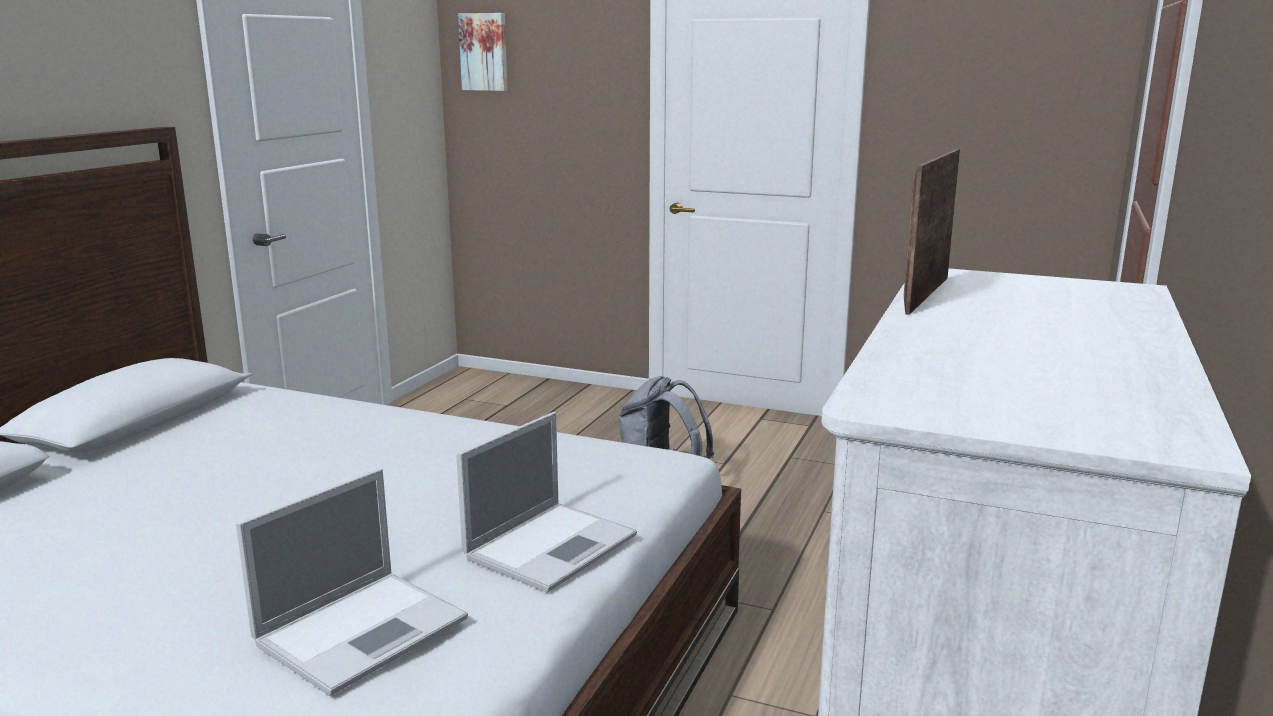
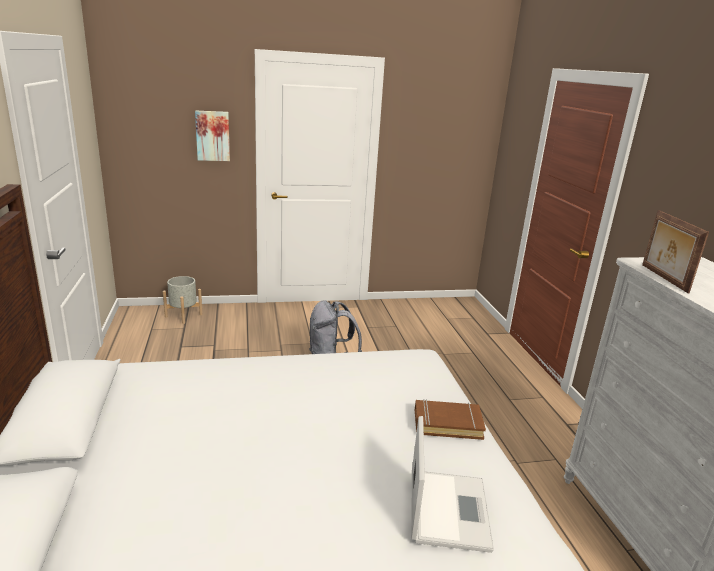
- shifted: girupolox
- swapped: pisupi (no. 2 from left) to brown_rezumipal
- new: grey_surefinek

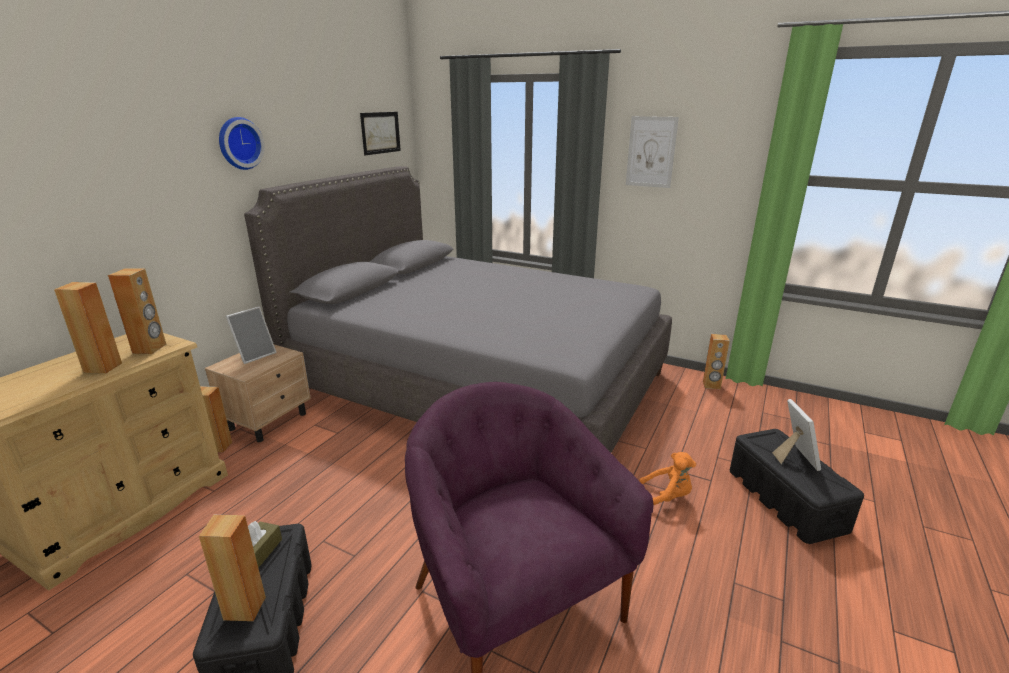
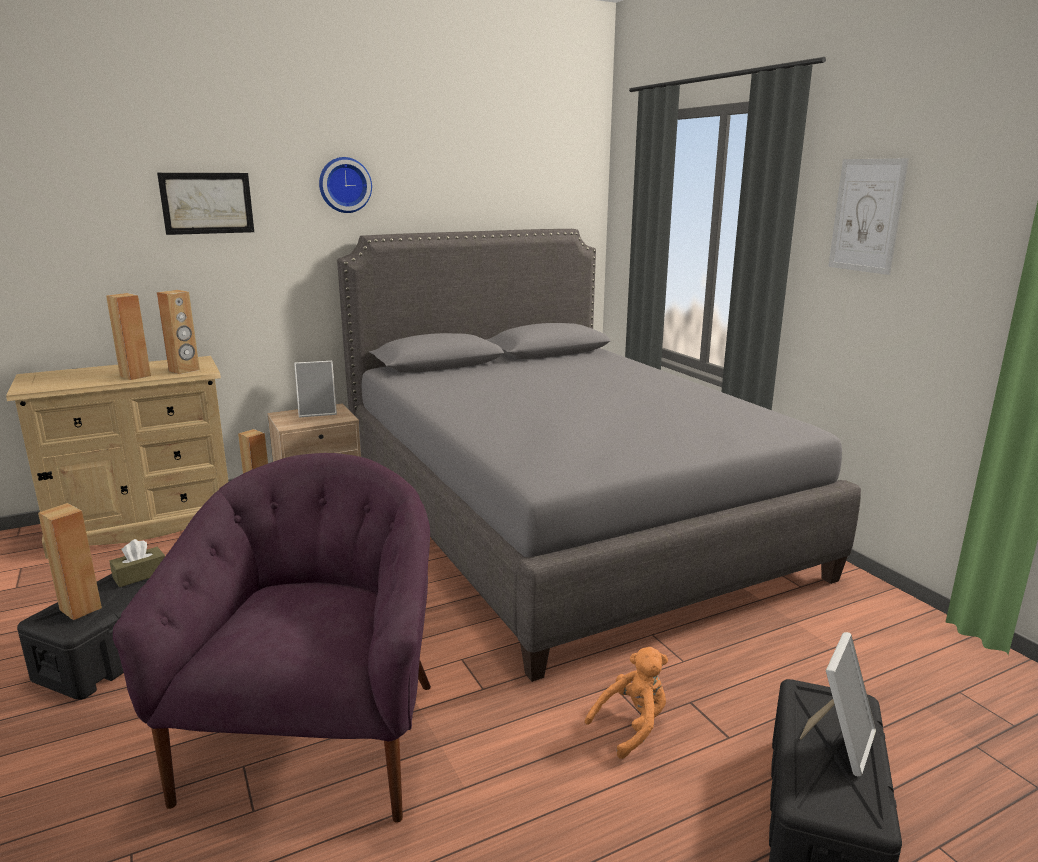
- shifted: girupolox (no. 1 from left)
- gone: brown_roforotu (no. 5 from left)
- rotated: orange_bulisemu 75 degrees counterclockwise

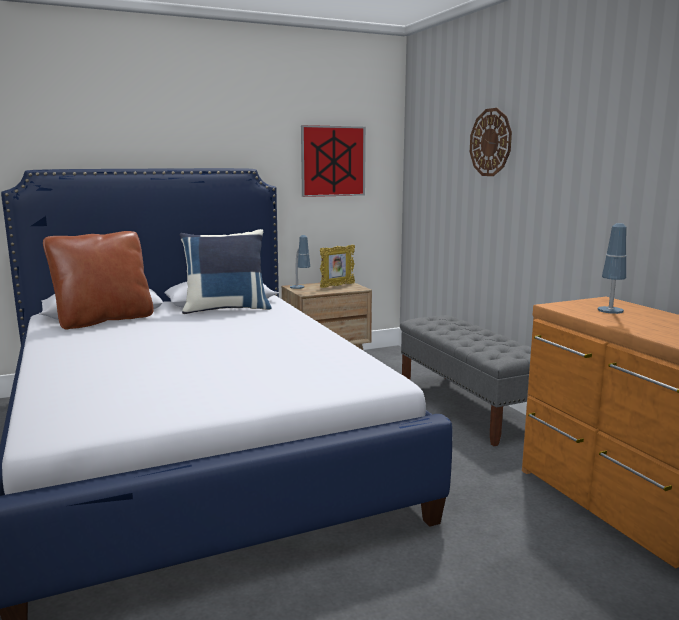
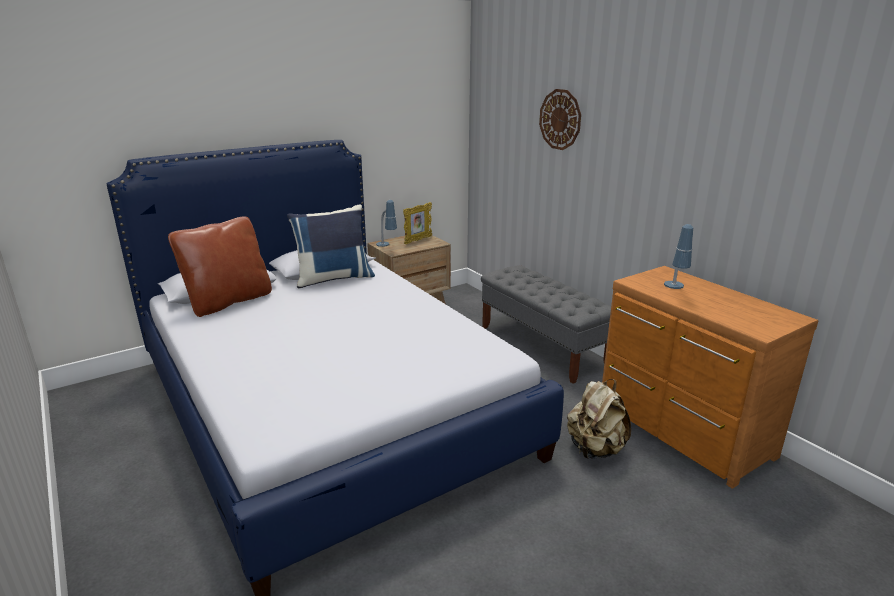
- gone: girupolox
- new: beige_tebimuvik

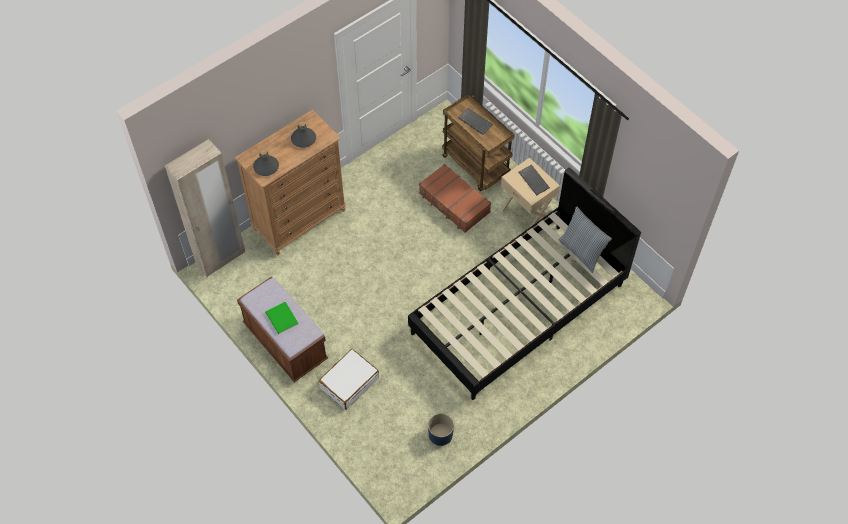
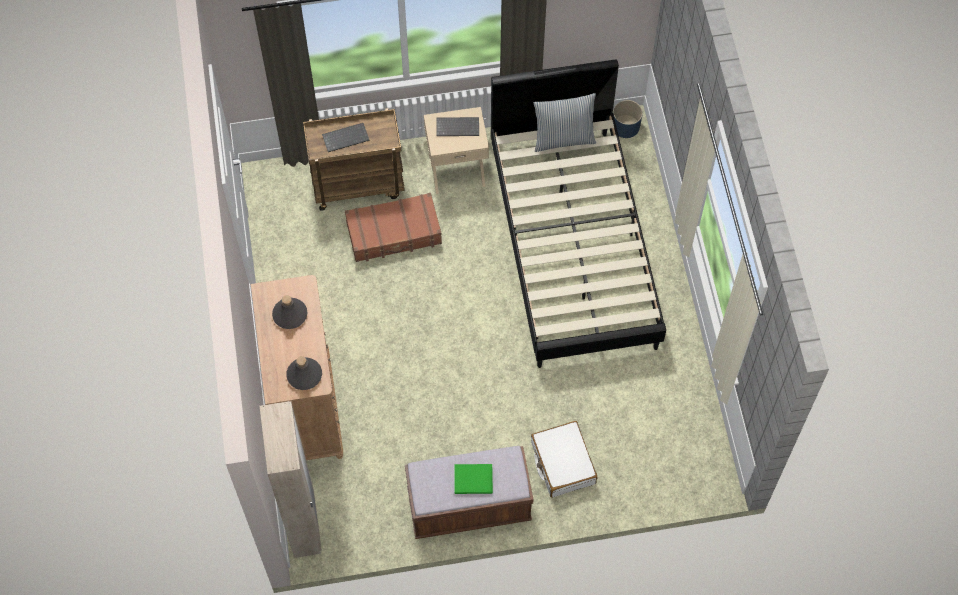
- shifted: blue_surefinek

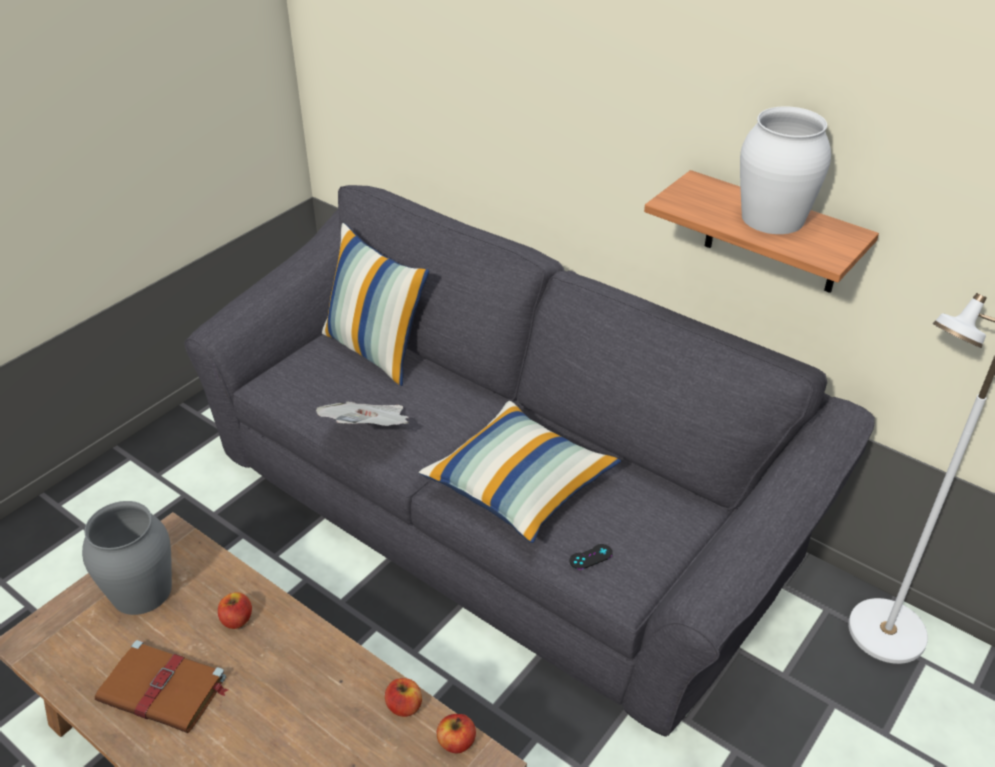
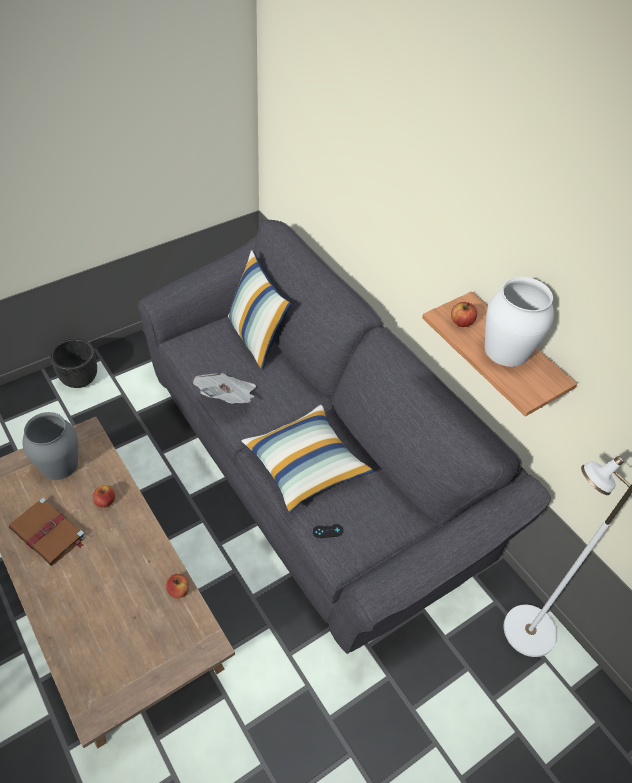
- shifted: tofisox (no. 3 from left)
- new: black_surefinek

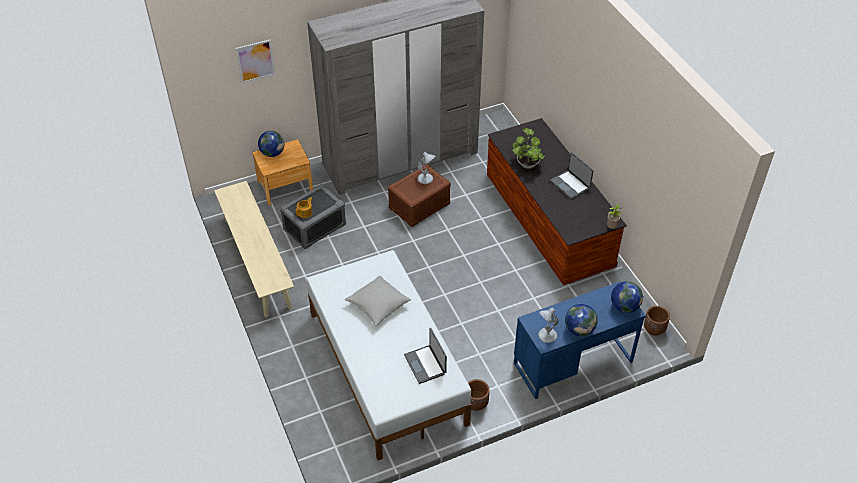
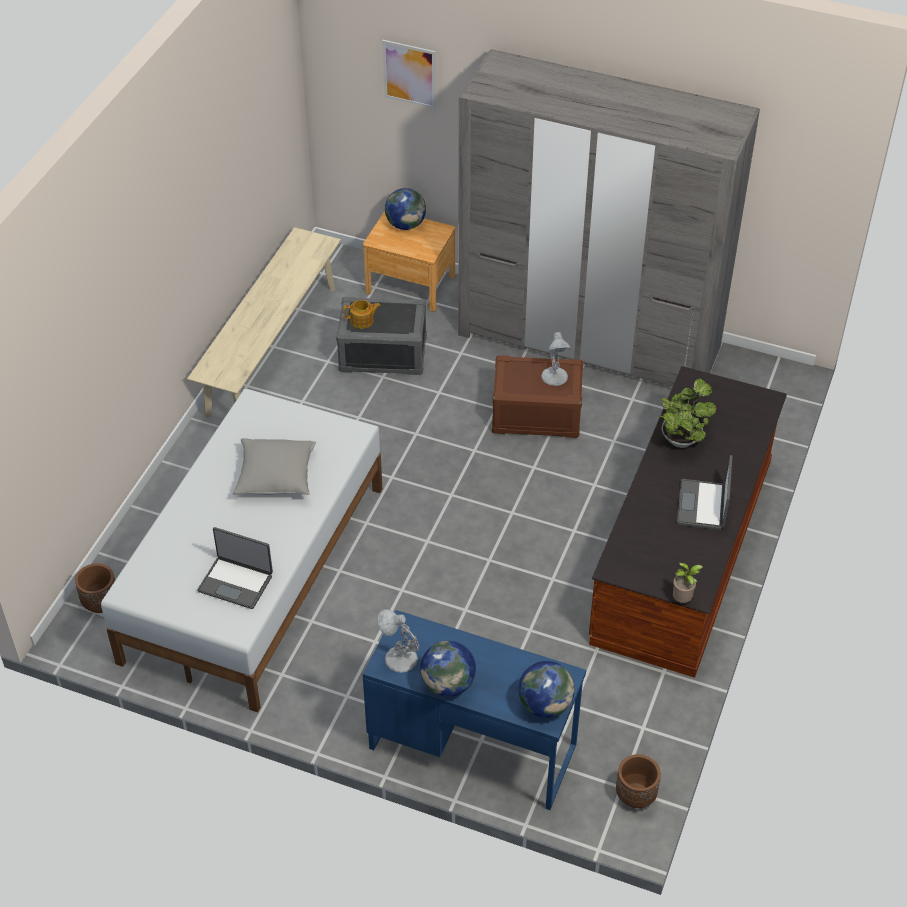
- rotated: pisupi (no. 1 from left) 90 degrees counterclockwise
- shifted: brown_surefinek (no. 1 from left)

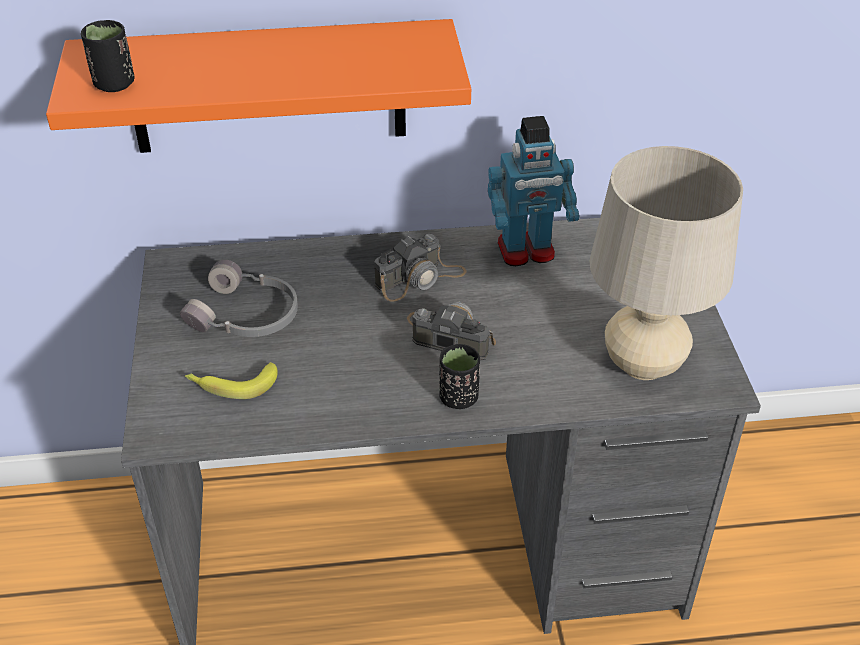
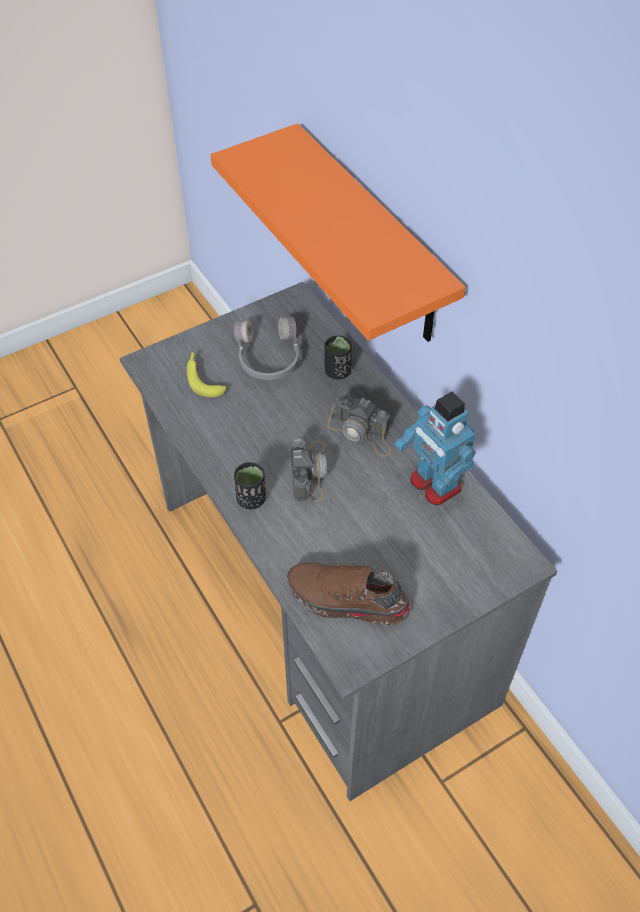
- shifted: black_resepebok (no. 1 from left in the first image) to black_resepebok (no. 2 from left)
- swapped: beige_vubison to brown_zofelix

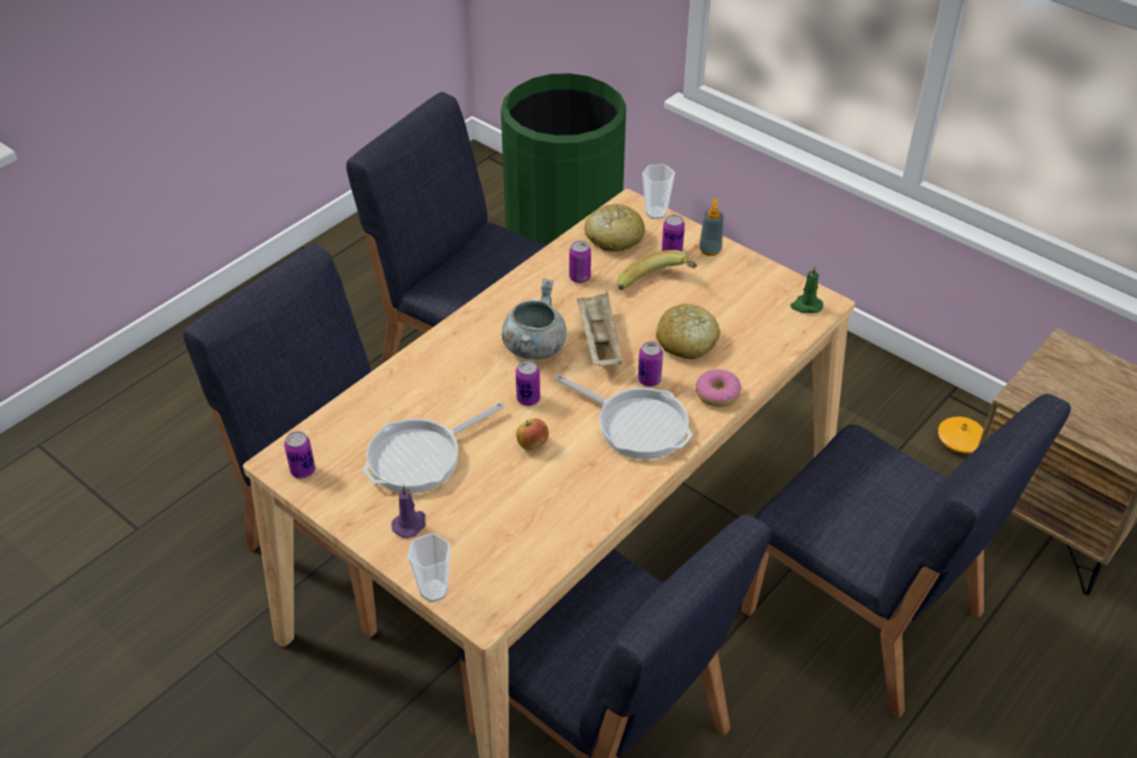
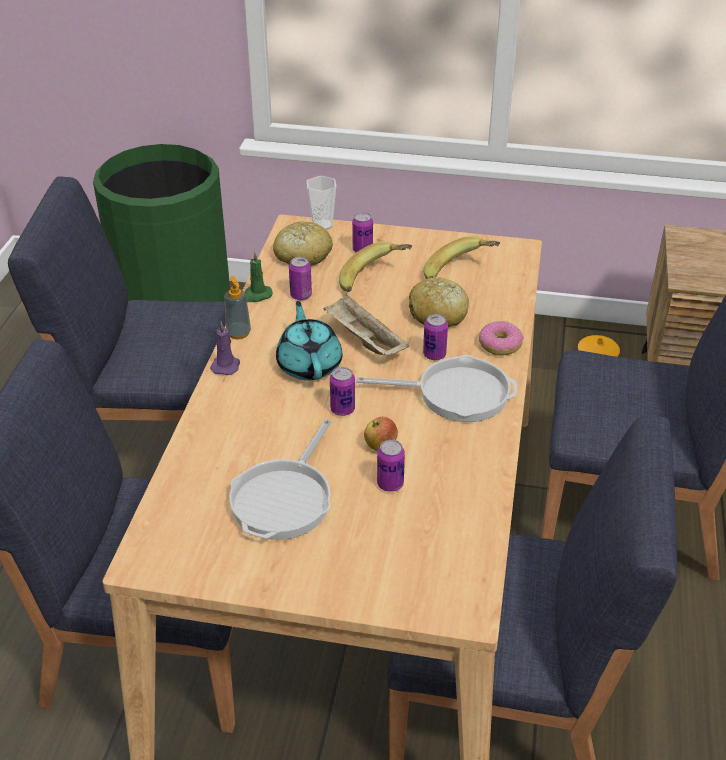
- shifted: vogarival
- shifted: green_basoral
- swapped: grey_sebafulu to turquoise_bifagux
- shifted: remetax (no. 1 from left in the first image) to remetax (no. 4 from left)
- shifted: purple_basoral
- gone: resepebok (no. 1 from left)
- new: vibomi (no. 2 from left)

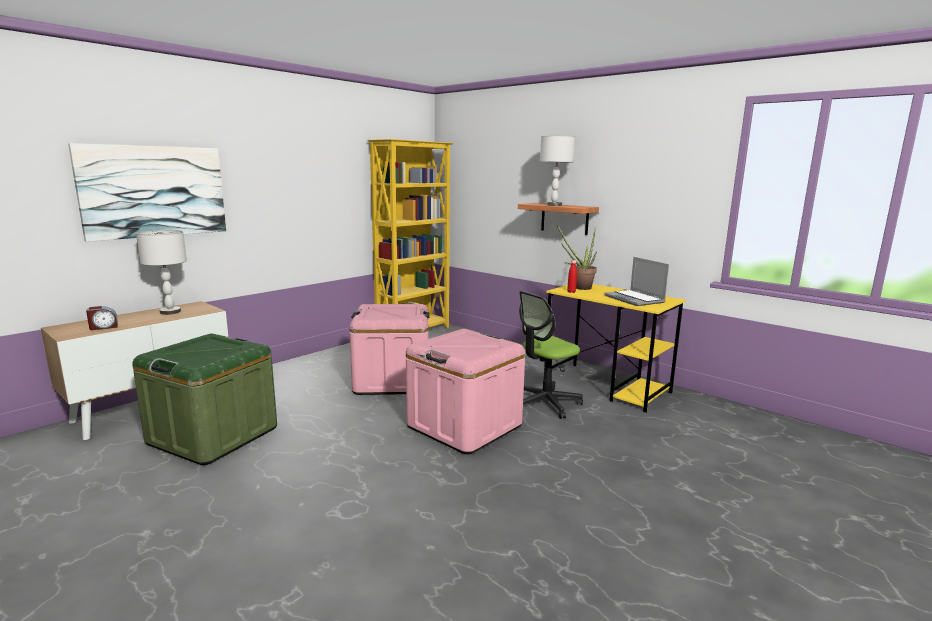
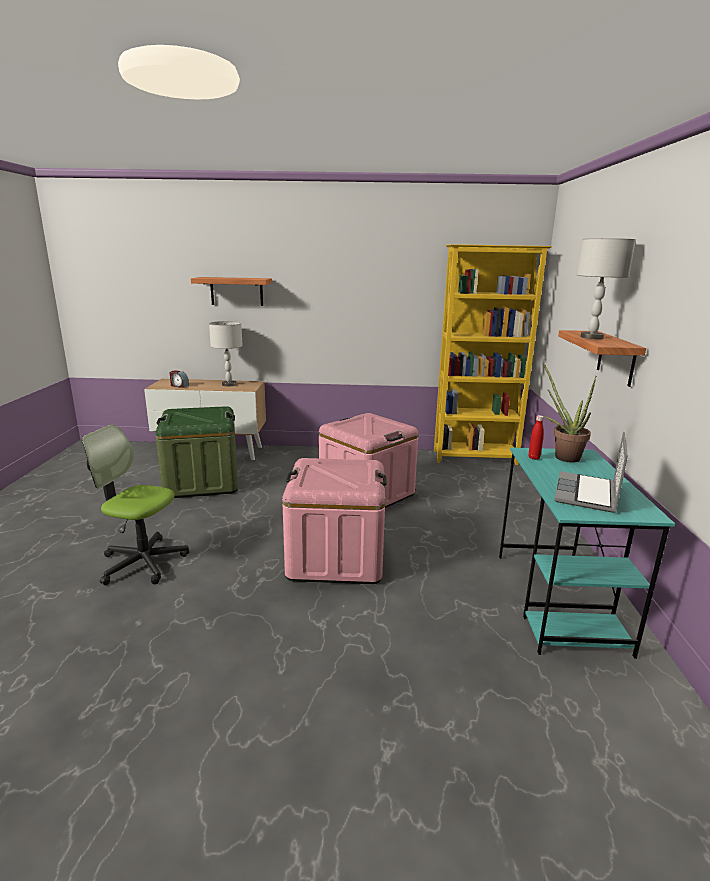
- swapped: girupolox to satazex (no. 1 from left)
- repainted: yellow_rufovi to turquoise_rufovi
- shifted: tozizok

